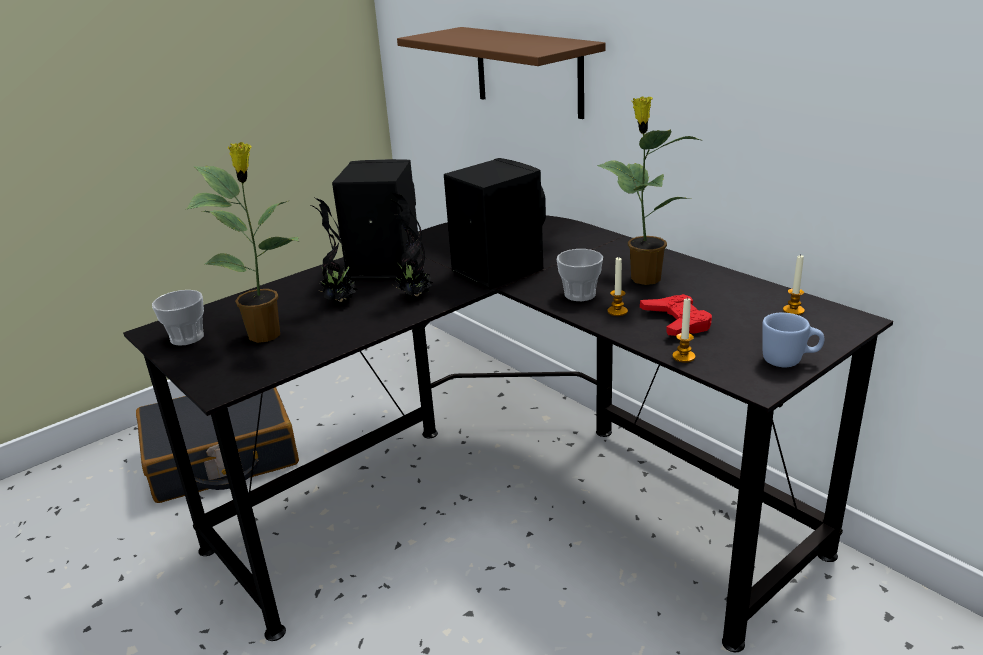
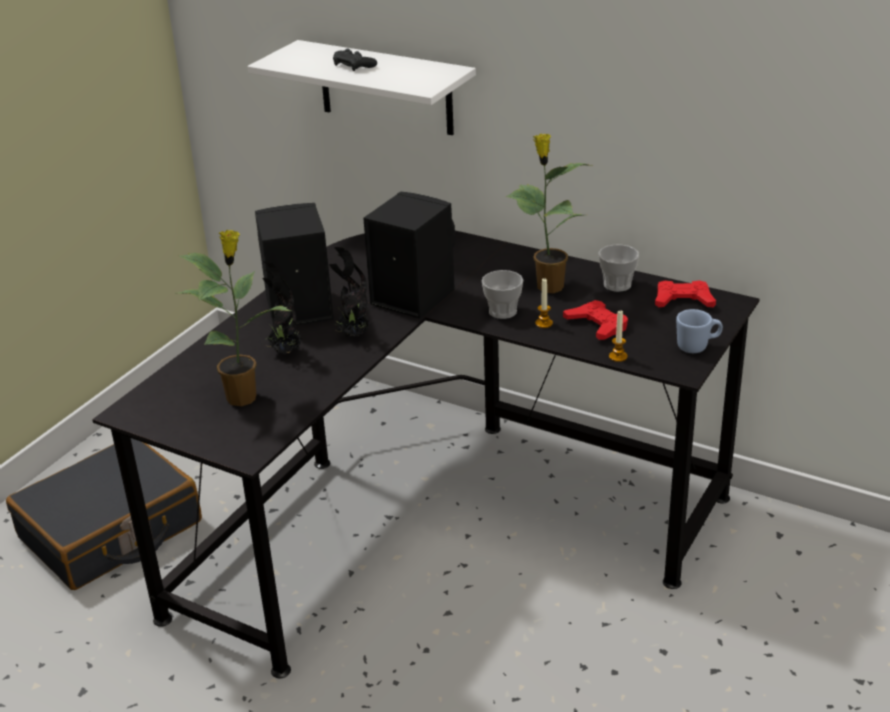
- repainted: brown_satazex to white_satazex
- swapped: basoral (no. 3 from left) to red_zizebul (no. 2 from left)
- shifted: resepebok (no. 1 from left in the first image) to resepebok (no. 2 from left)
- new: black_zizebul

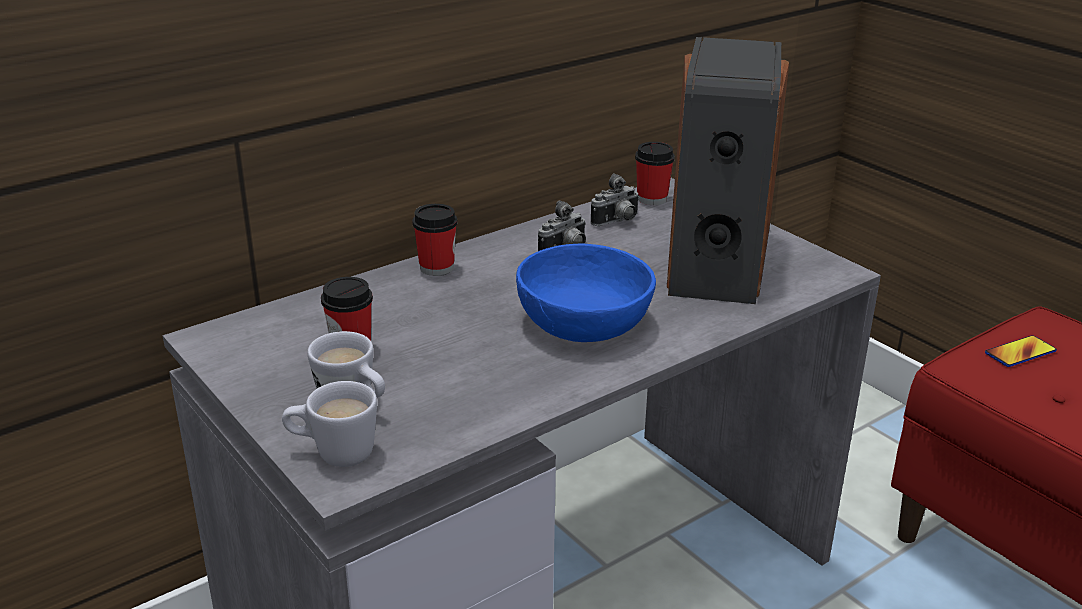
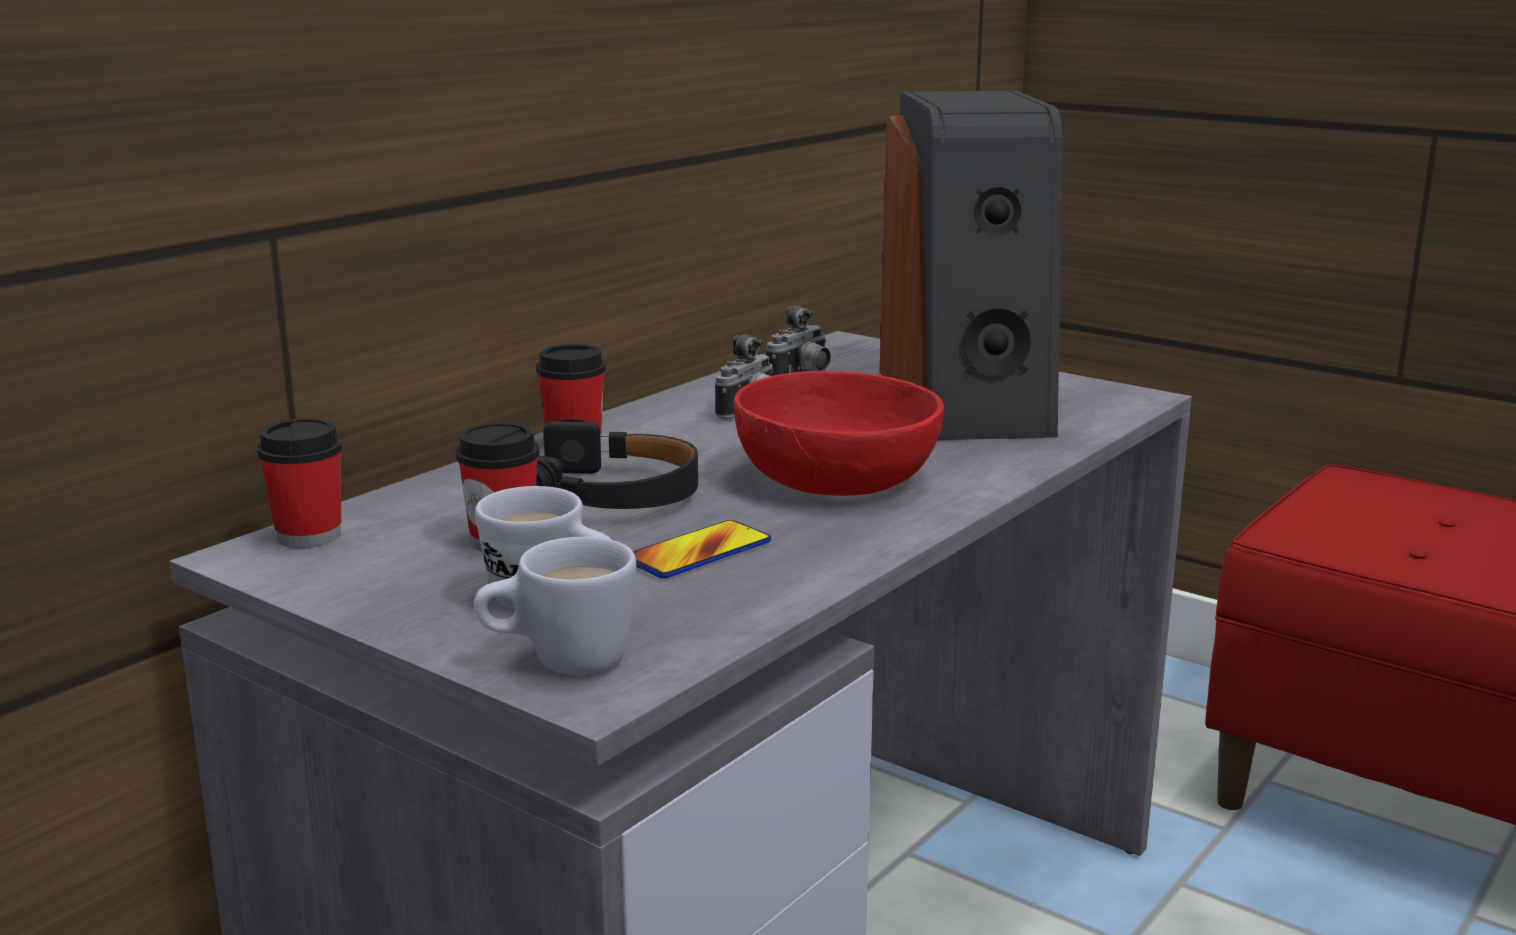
- shifted: resepebok (no. 3 from left in the first image) to resepebok (no. 1 from left)
- repainted: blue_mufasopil to red_mufasopil
- shifted: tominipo
- new: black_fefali

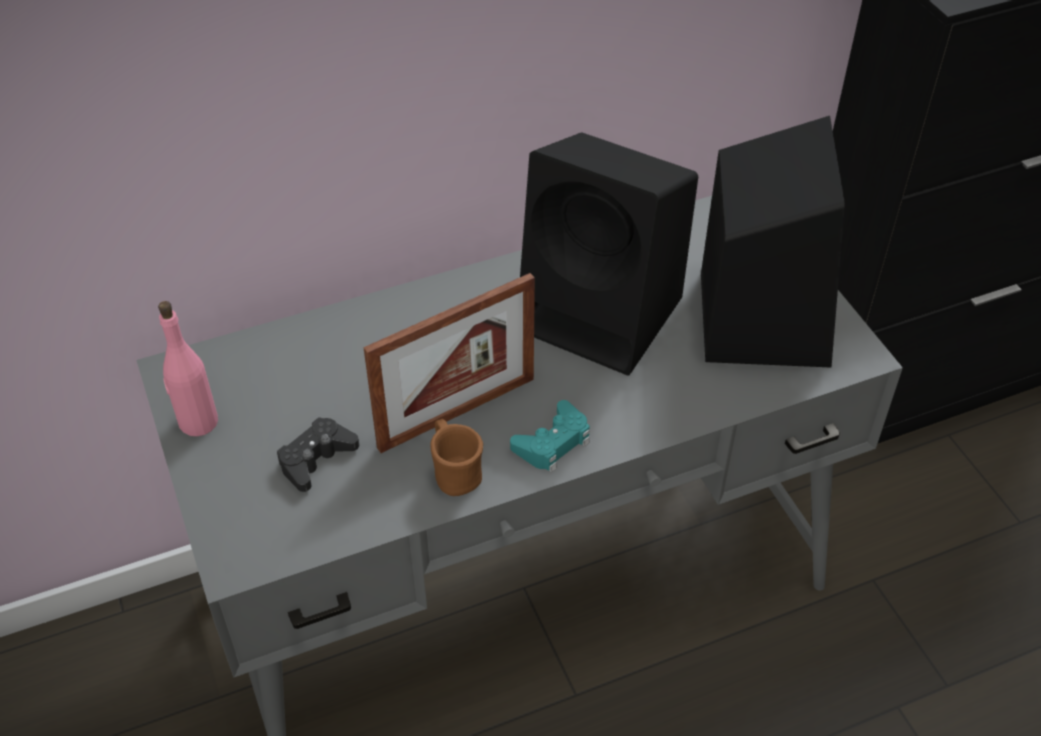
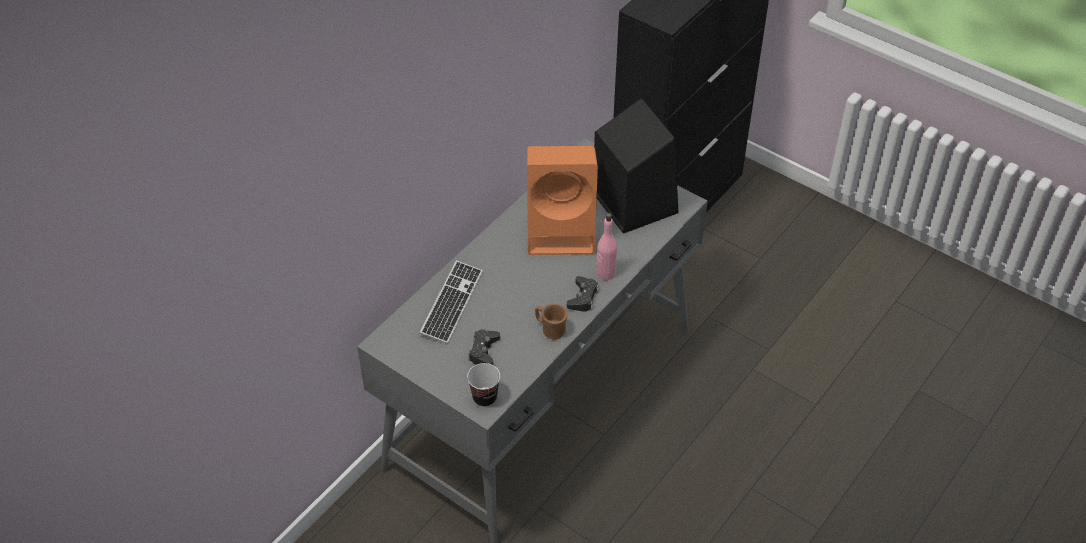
- repainted: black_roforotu (no. 1 from left) to orange_roforotu
- gone: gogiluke
- shifted: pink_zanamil
- repainted: turquoise_zizebul to black_zizebul (no. 2 from left)
- new: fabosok
- new: resepebok

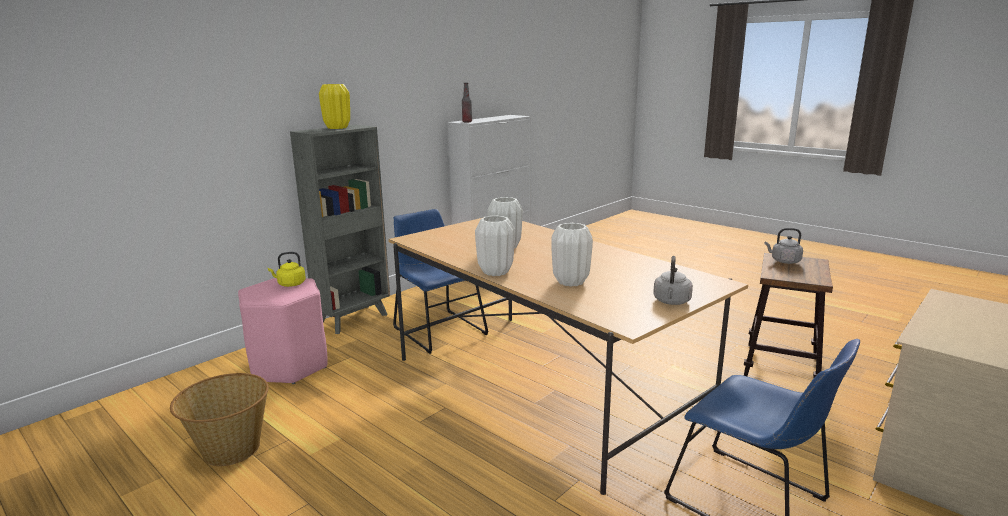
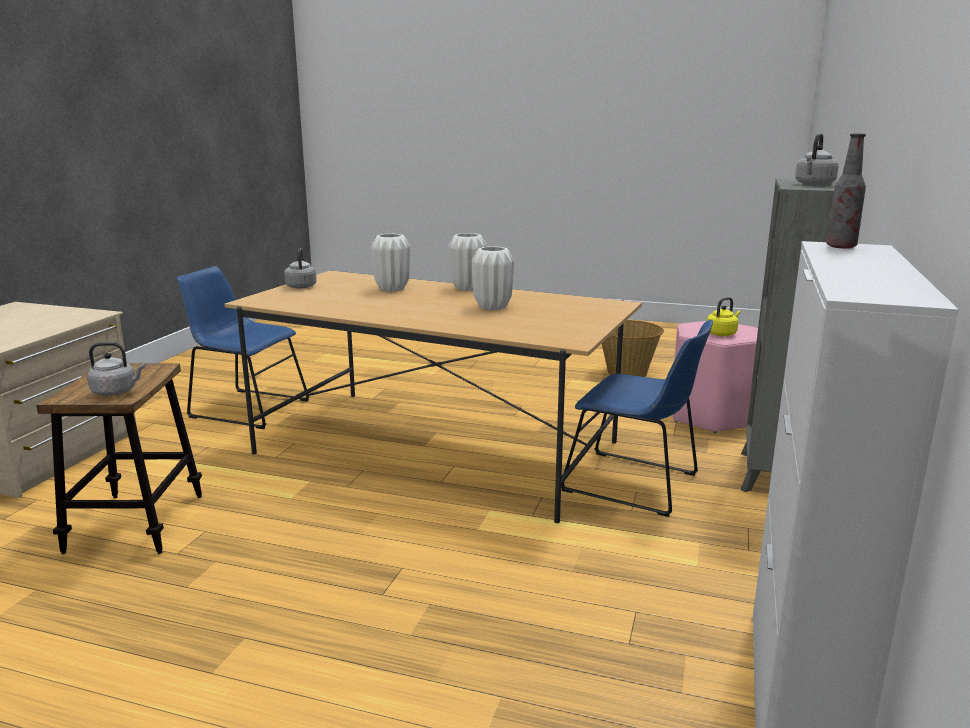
- swapped: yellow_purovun to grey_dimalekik (no. 3 from left)

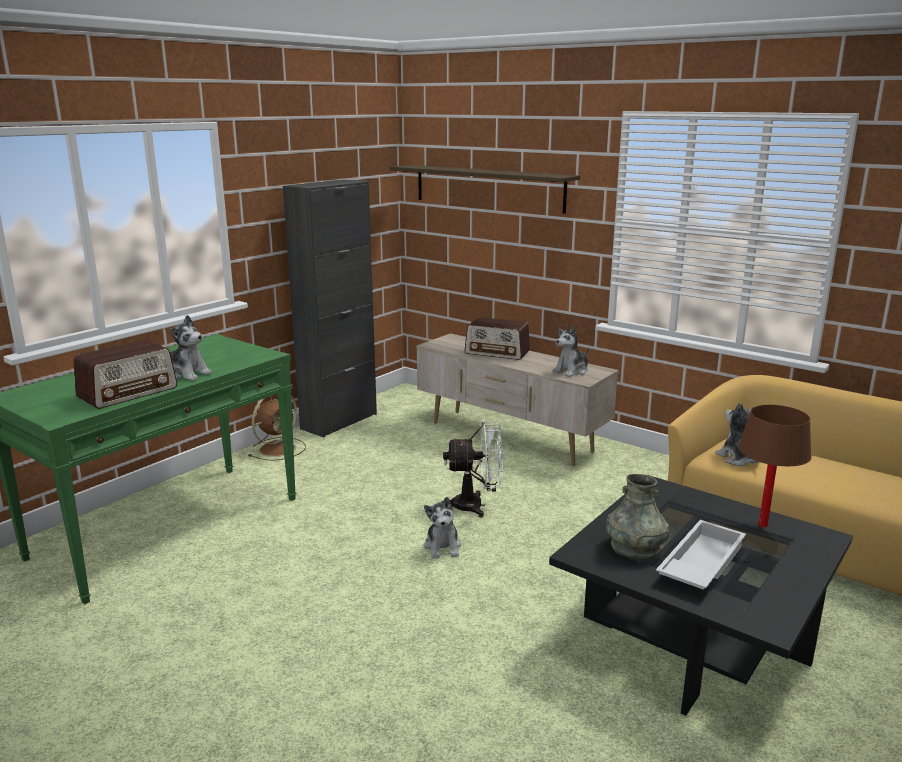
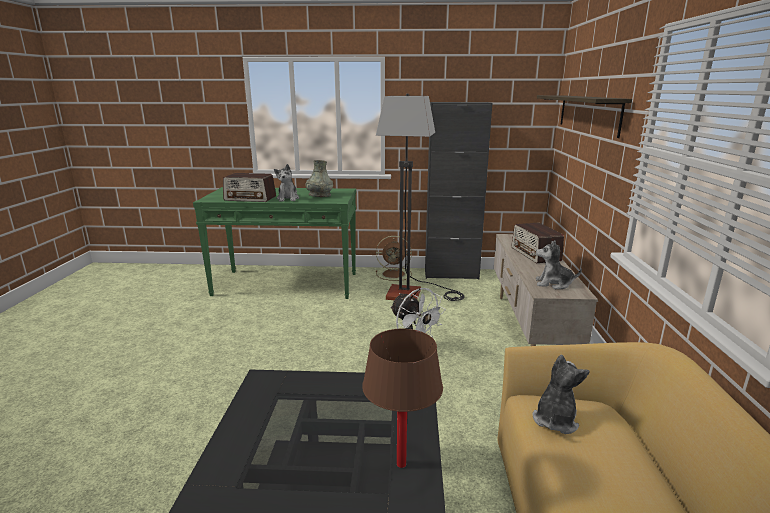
- shifted: grey_purovun
- gone: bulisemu (no. 2 from left)
- gone: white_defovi
- new: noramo

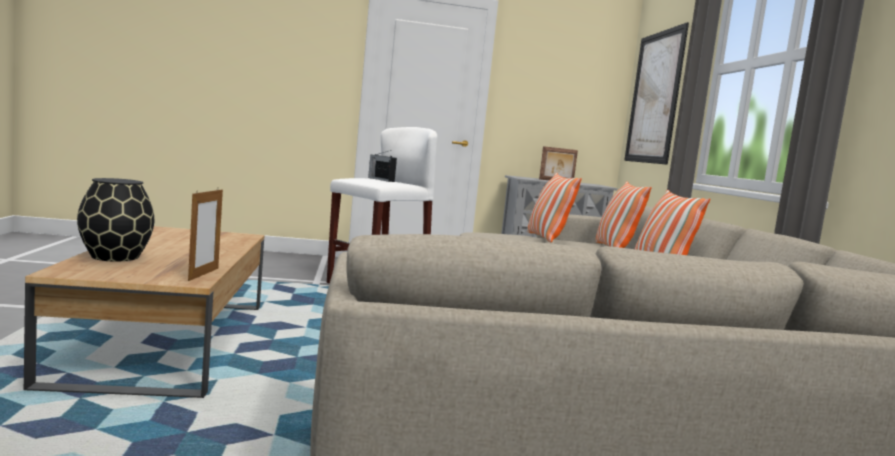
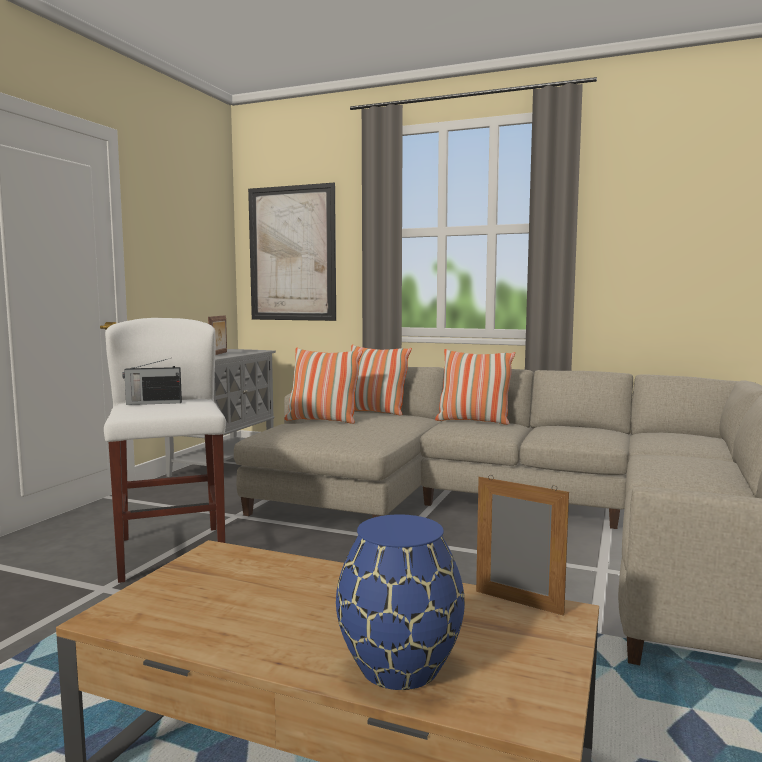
- repainted: black_purovun to blue_purovun

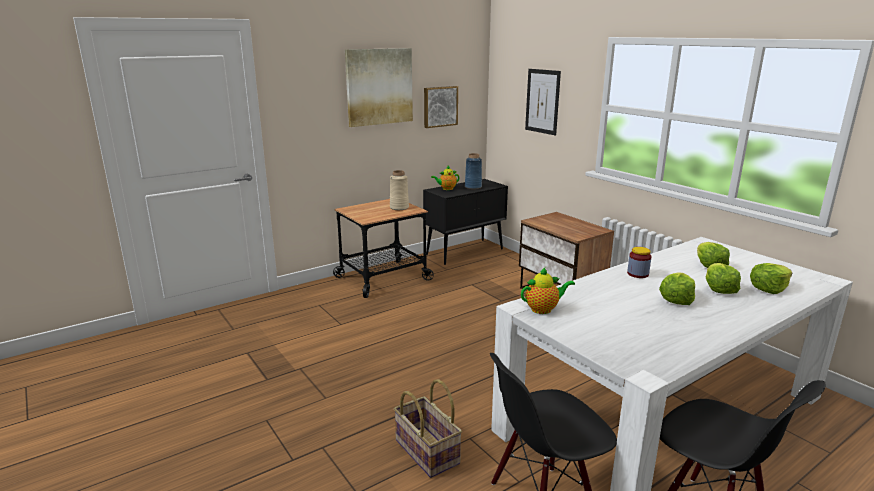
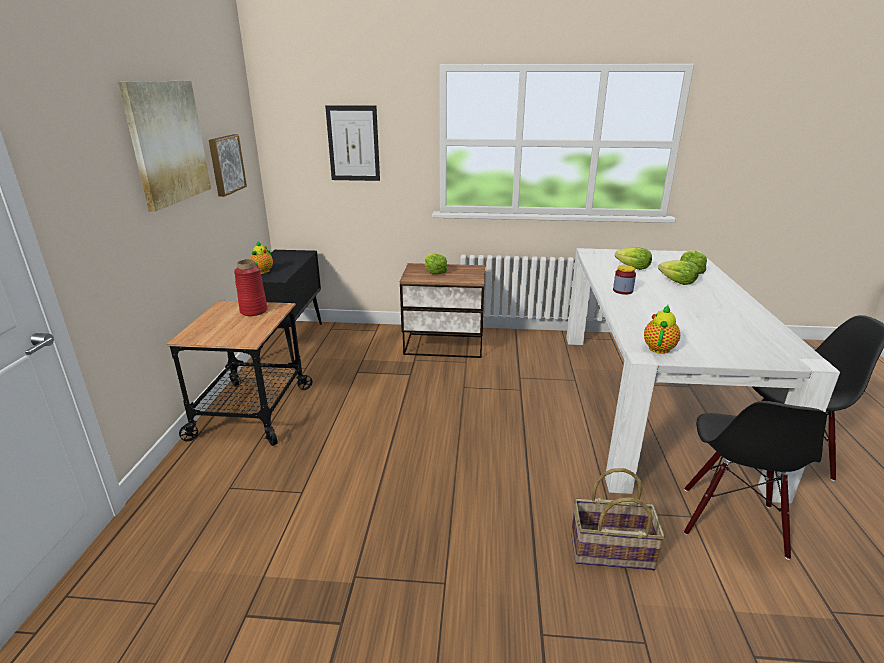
- gone: blue_purovun
- repainted: beige_purovun to red_purovun
- shifted: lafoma (no. 1 from left)

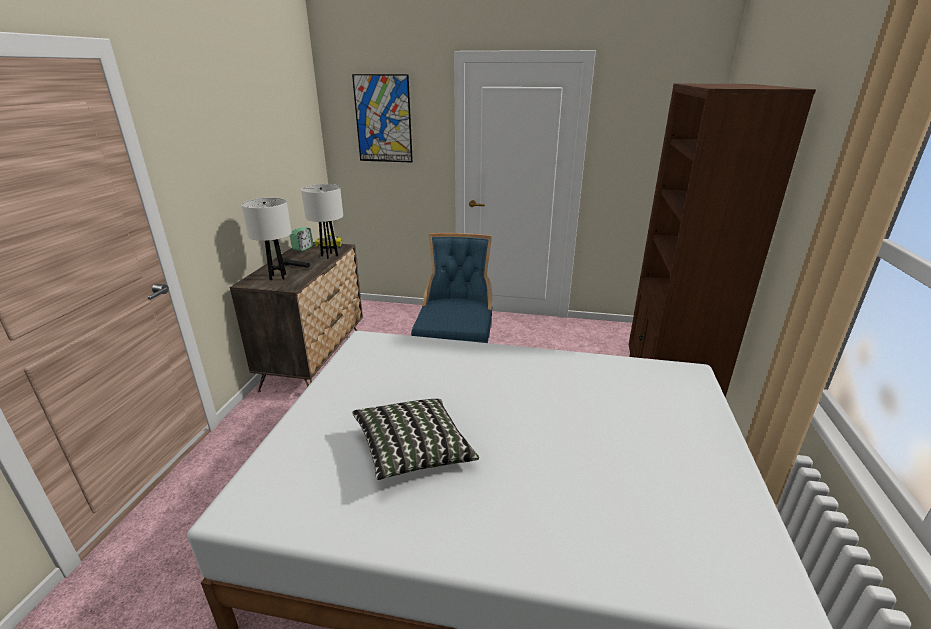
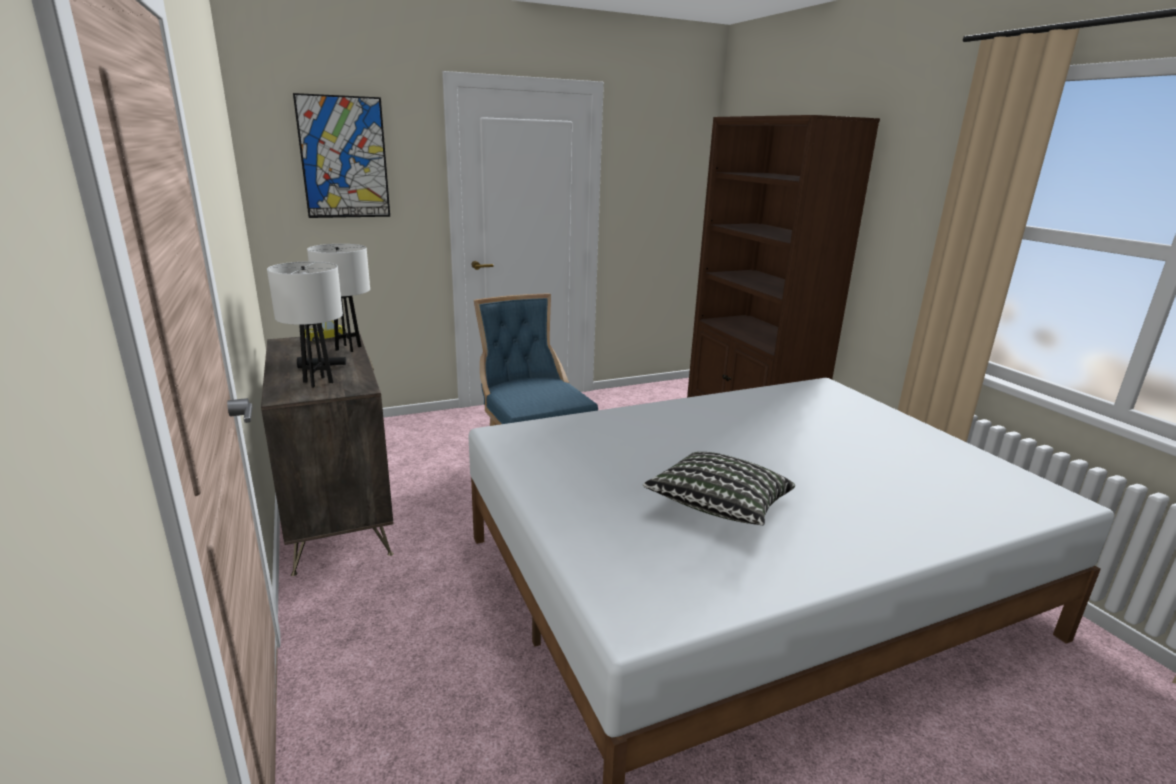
- gone: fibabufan

